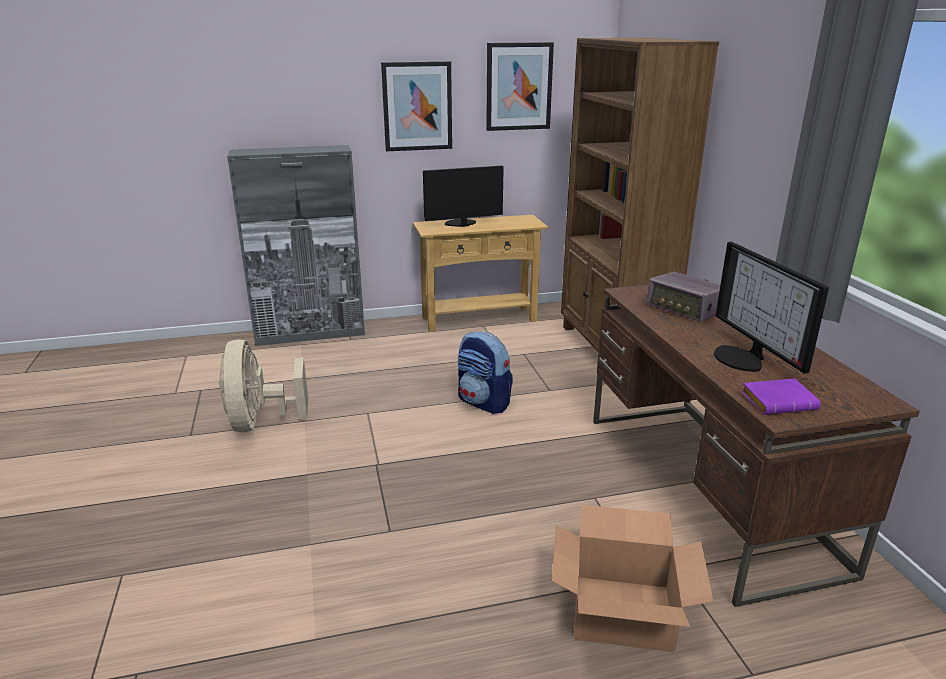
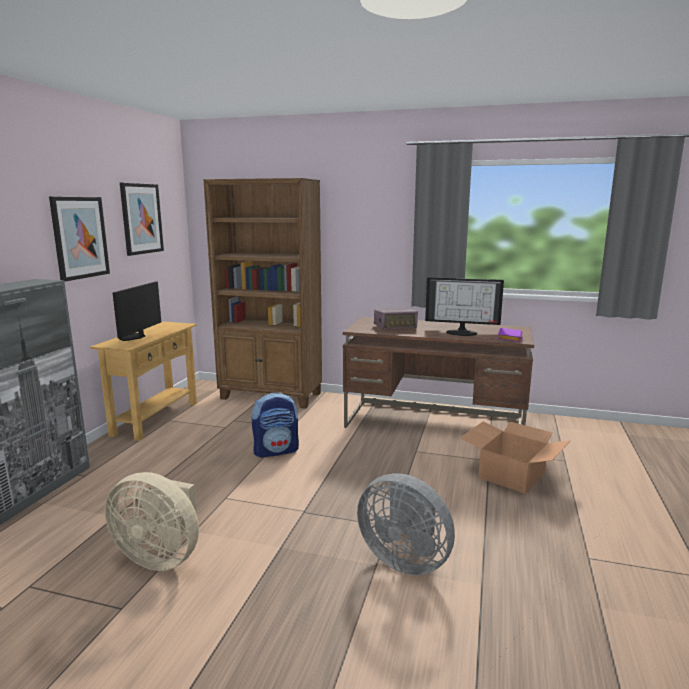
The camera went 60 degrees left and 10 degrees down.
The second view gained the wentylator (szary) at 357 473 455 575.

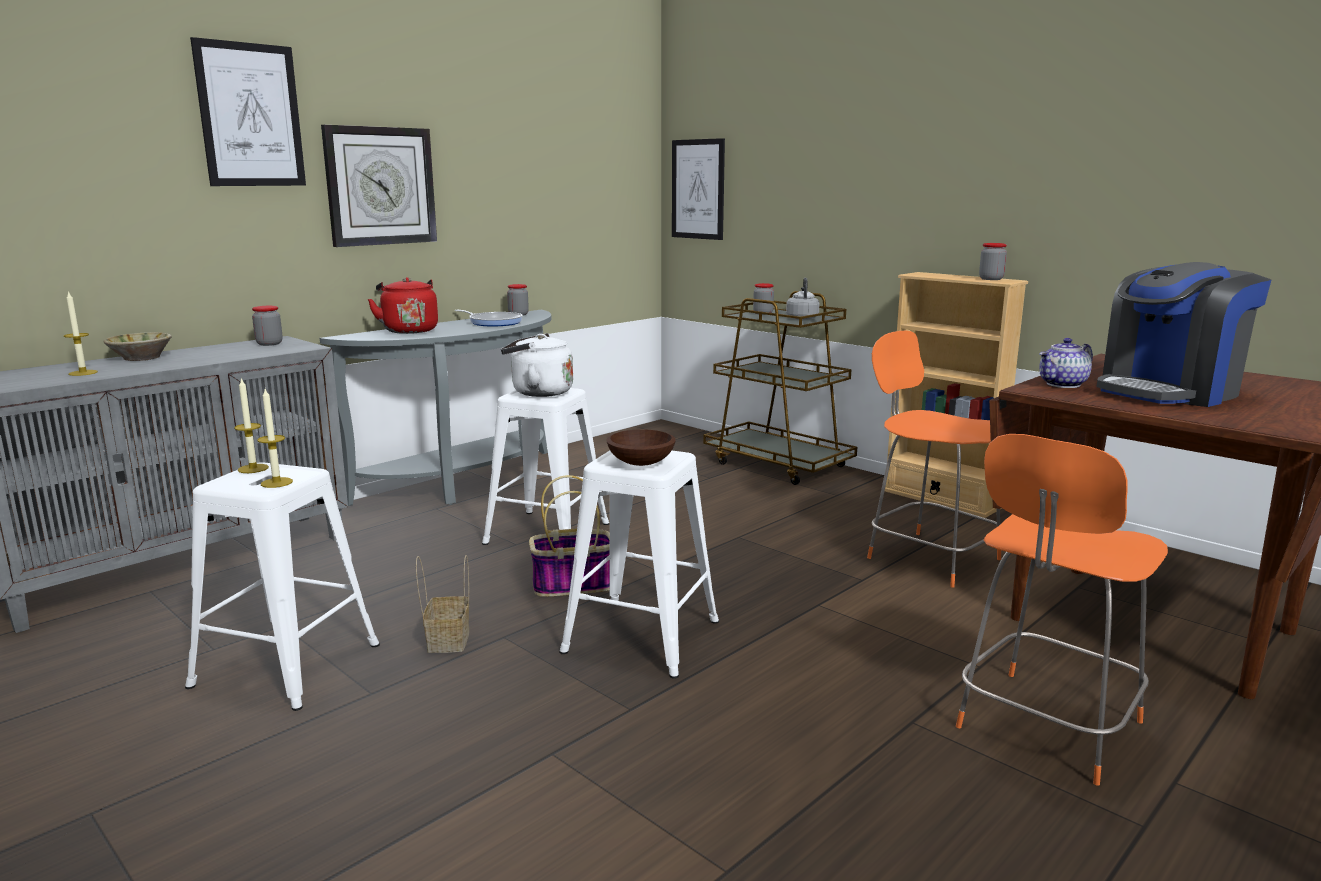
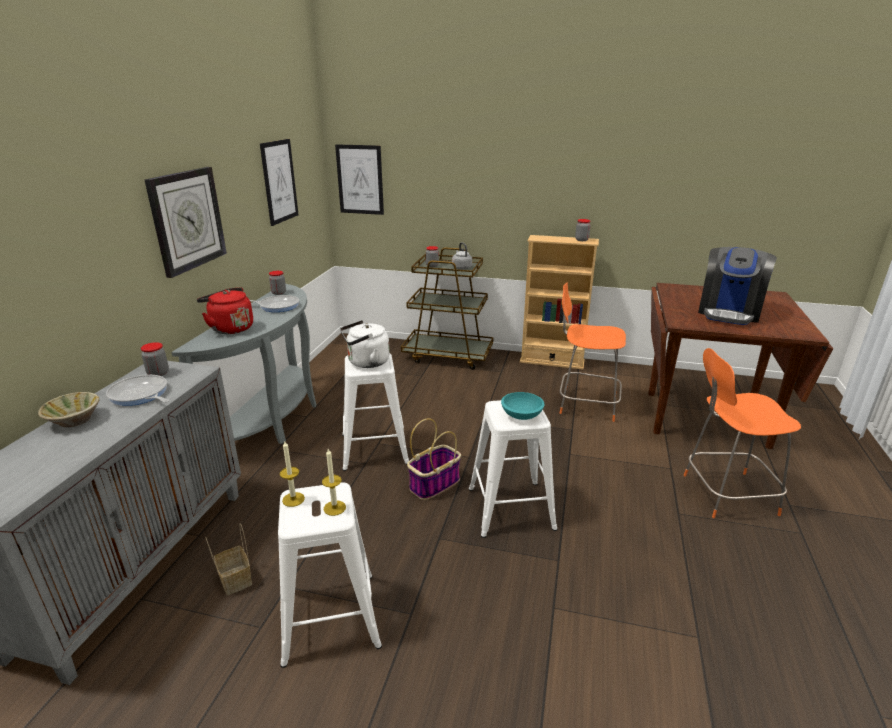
The camera went 30 degrees left and 10 degrees up.
The second view lost the świeca at 64 291 98 376.
The obraz ended up elsewhere, having gone from 190 37 306 186 to 260 139 298 226.
The koszyk ended up elsewhere, having gone from 416 555 469 653 to 205 523 252 595.
What was the miska (brązowy) at 606 429 676 466 turned into the miska (turkusowy) at 501 392 545 420.
The krzesło (pomarańczowy) at 956 434 1168 786 ended up facing another way, 75 degrees clockwise from before.
The second view lost the imbryk at 1039 338 1093 388.
The second view gained the patelnia at 106 375 169 406.

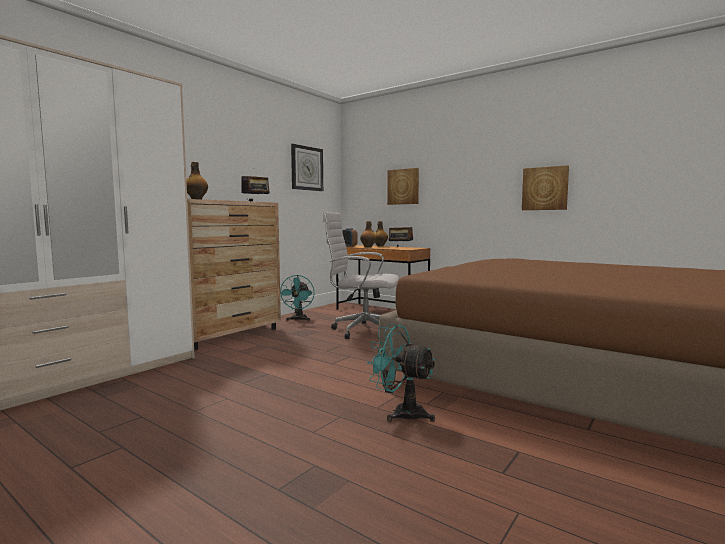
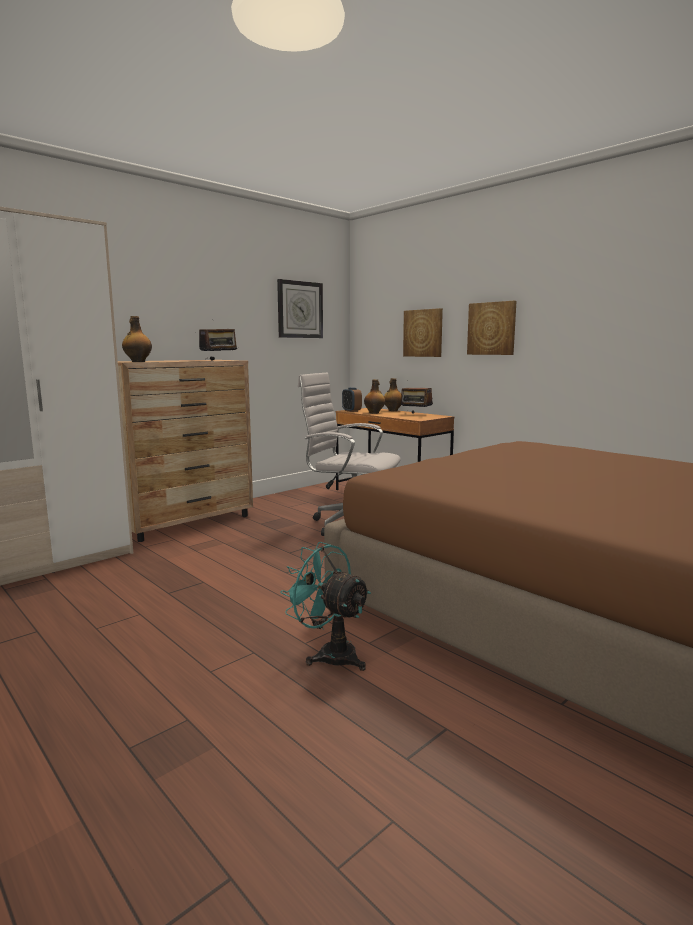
The camera went 10 degrees right and 5 degrees up.
The second view lost the wentylator (turkusowy) at 280 275 315 321.
The obraz ended up elsewhere, having gone from 522 165 569 210 to 467 301 516 355.

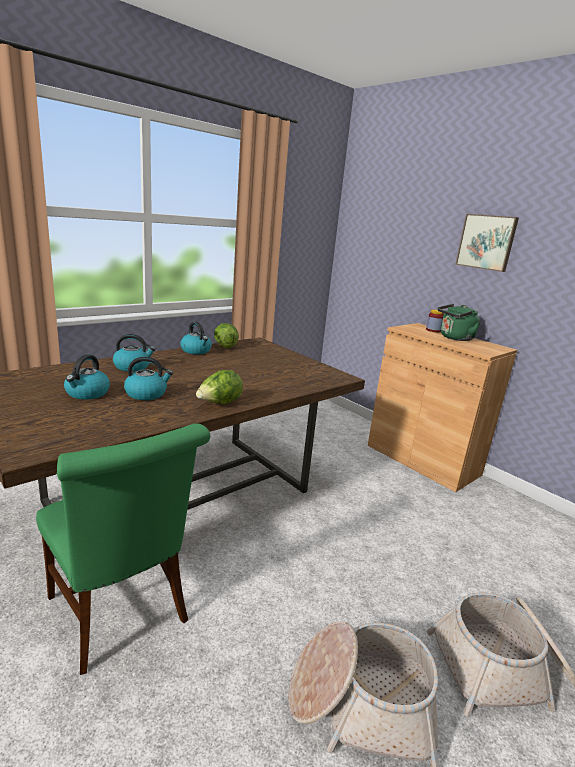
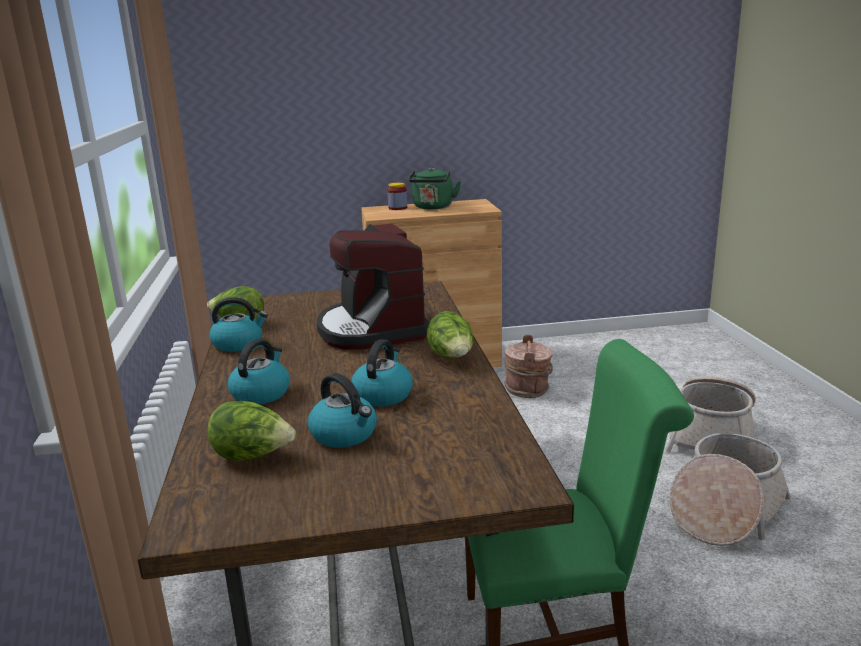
The camera went 55 degrees left and 0 degrees up.
The second view lost the obraz at 455 214 519 272.
The second view gained the sałata at 208 401 296 461.
The second view gained the ekspres do kawy at 316 224 430 350.
The second view gained the wiadro (brązowy) at 504 335 553 398.

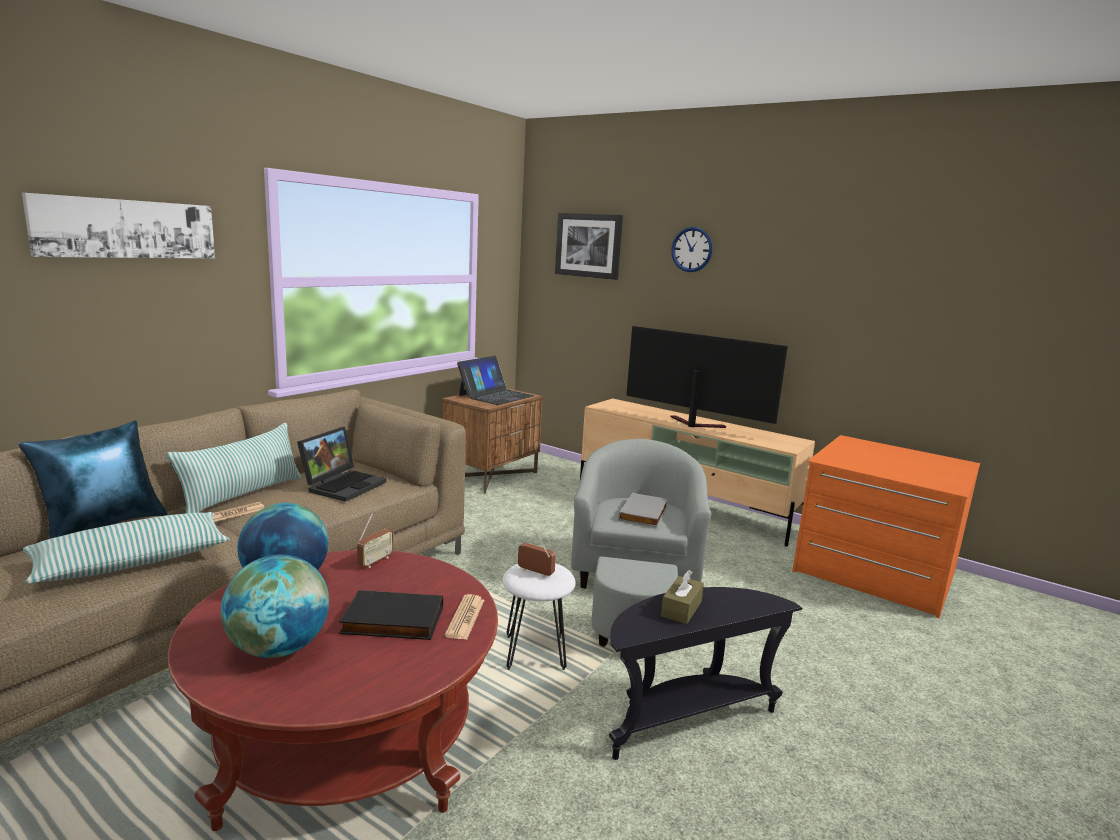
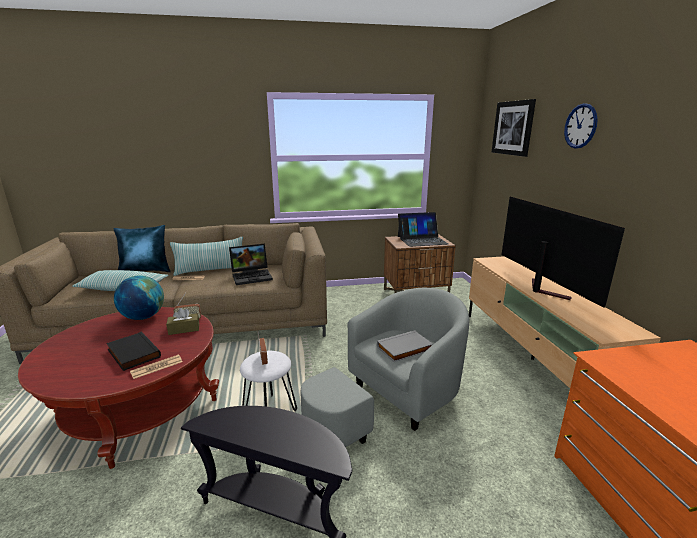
The camera went 45 degrees right and 5 degrees up.
The second view lost the obraz at 22 193 215 259.
The second view lost the globus at 221 554 329 658.
The pudełko chusteczek (brązowy) ended up elsewhere, having gone from 661 570 704 624 to 166 308 199 335.

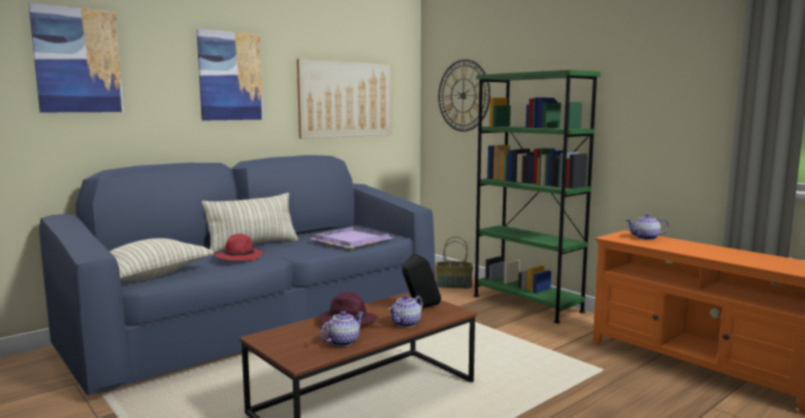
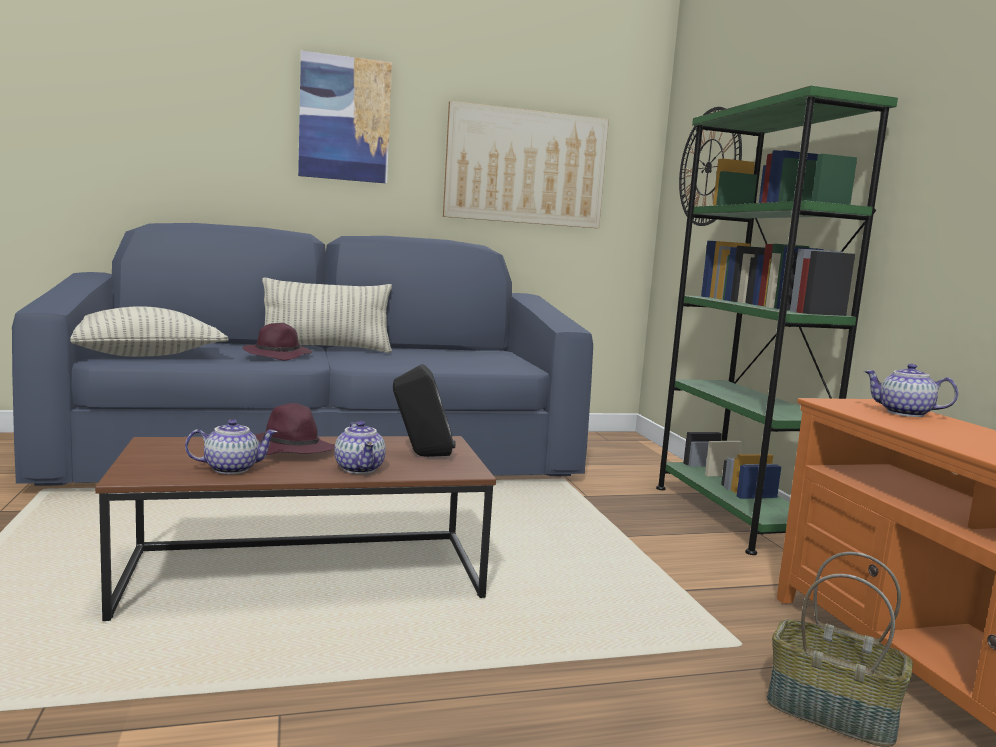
The camera went 25 degrees right and 0 degrees up.
The second view lost the obraz at 29 3 124 112.
What was the kapelusz (czerwony) at 215 234 263 261 turned into the kapelusz (fioletowy) at 243 323 312 360.
The second view lost the taca (fioletowy) at 309 227 393 249.
The imbryk at 388 295 423 328 ended up facing another way, 90 degrees counterclockwise from before.
The koszyk ended up elsewhere, having gone from 436 236 473 288 to 767 552 913 747.

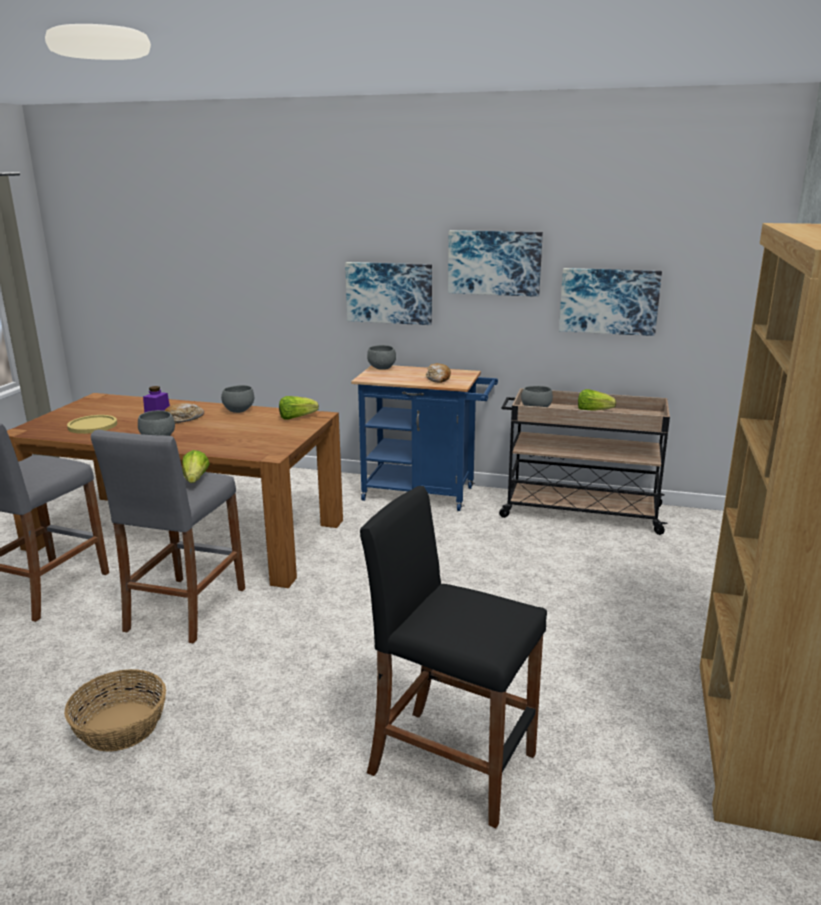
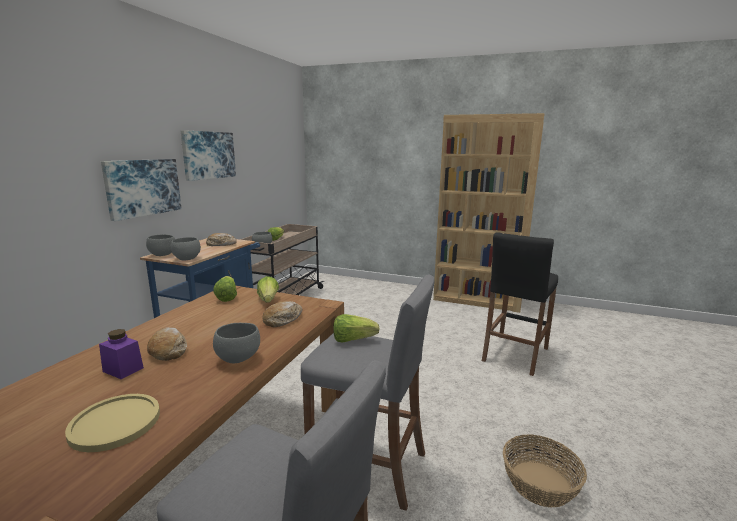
The camera went 85 degrees left and 5 degrees down.
The miska (szary) ended up elsewhere, having gone from 221 385 254 413 to 171 237 201 260.
The second view lost the obraz at 559 268 662 336.
The second view gained the sałata at 257 276 279 303.
The second view gained the chleb at 262 301 302 327.

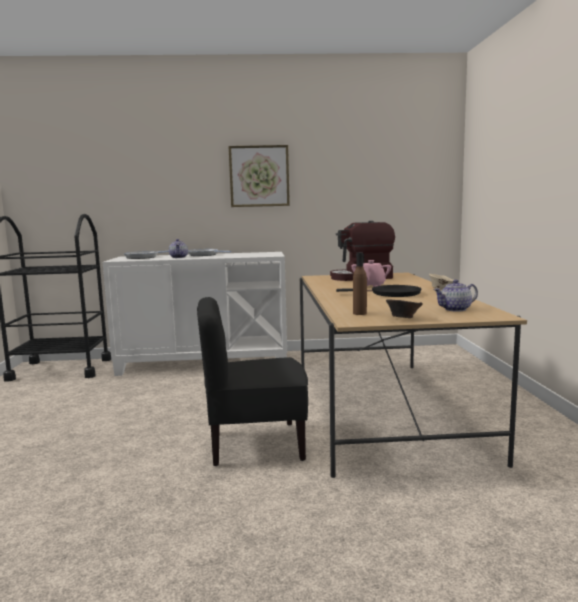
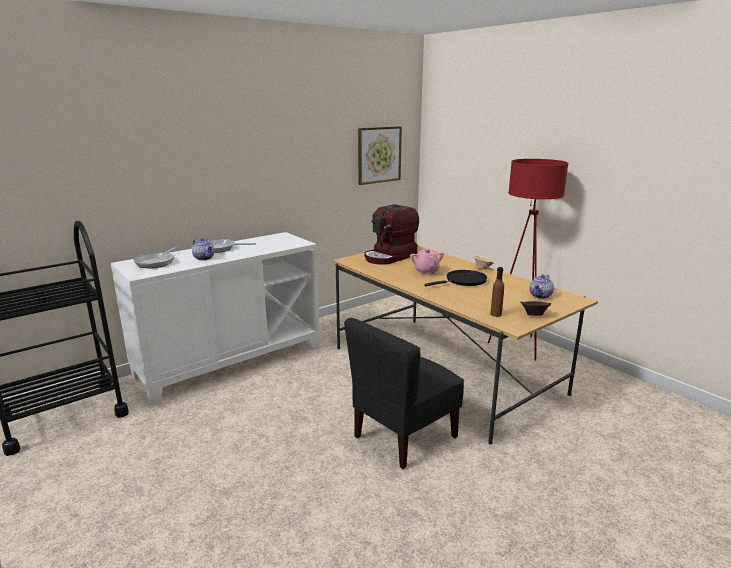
The camera went 35 degrees left and 10 degrees up.
The obraz ended up elsewhere, having gone from 229 145 290 207 to 358 126 402 185.
The second view gained the lampa stojąca (czerwony) at 488 159 569 361.

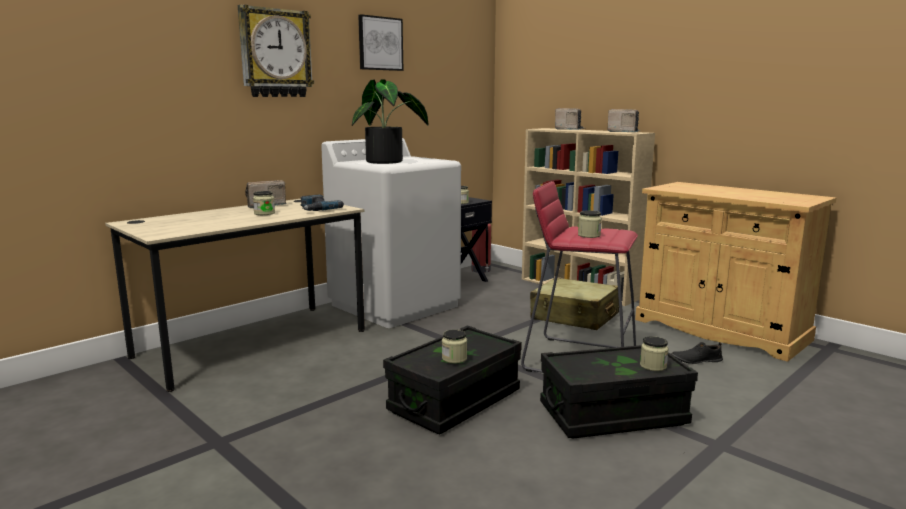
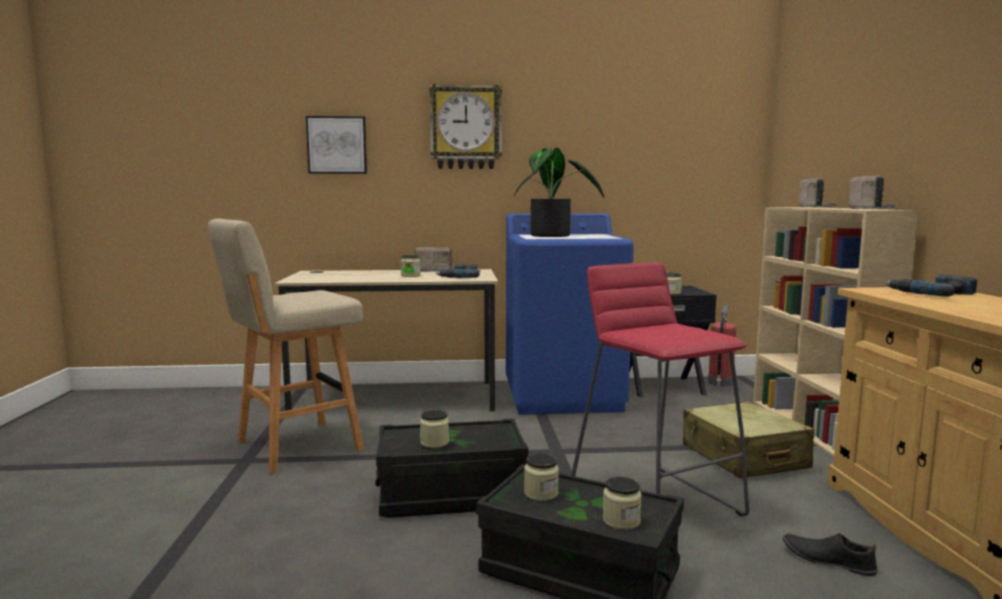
The camera went 40 degrees right and 5 degrees down.
What was the pralka (biały) at 321 138 461 328 turned into the pralka (niebieski) at 506 213 634 415.
The obraz ended up elsewhere, having gone from 358 14 404 71 to 306 116 367 174.
The słoik ended up elsewhere, having gone from 578 210 602 238 to 524 453 559 501.
The second view gained the stołek (beżowy) at 208 219 364 474.
The second view gained the wiertarka at 885 275 977 297.

